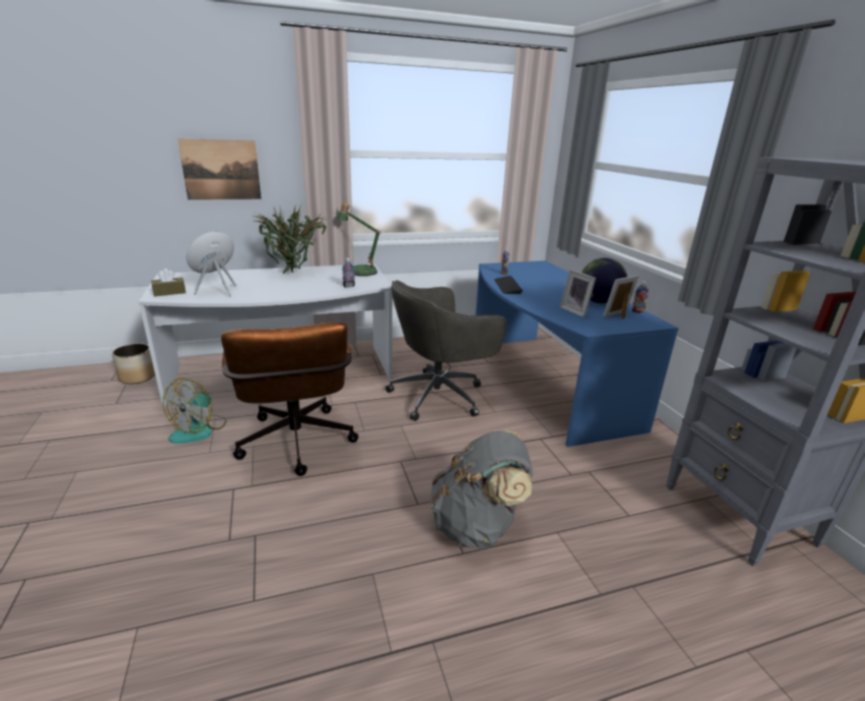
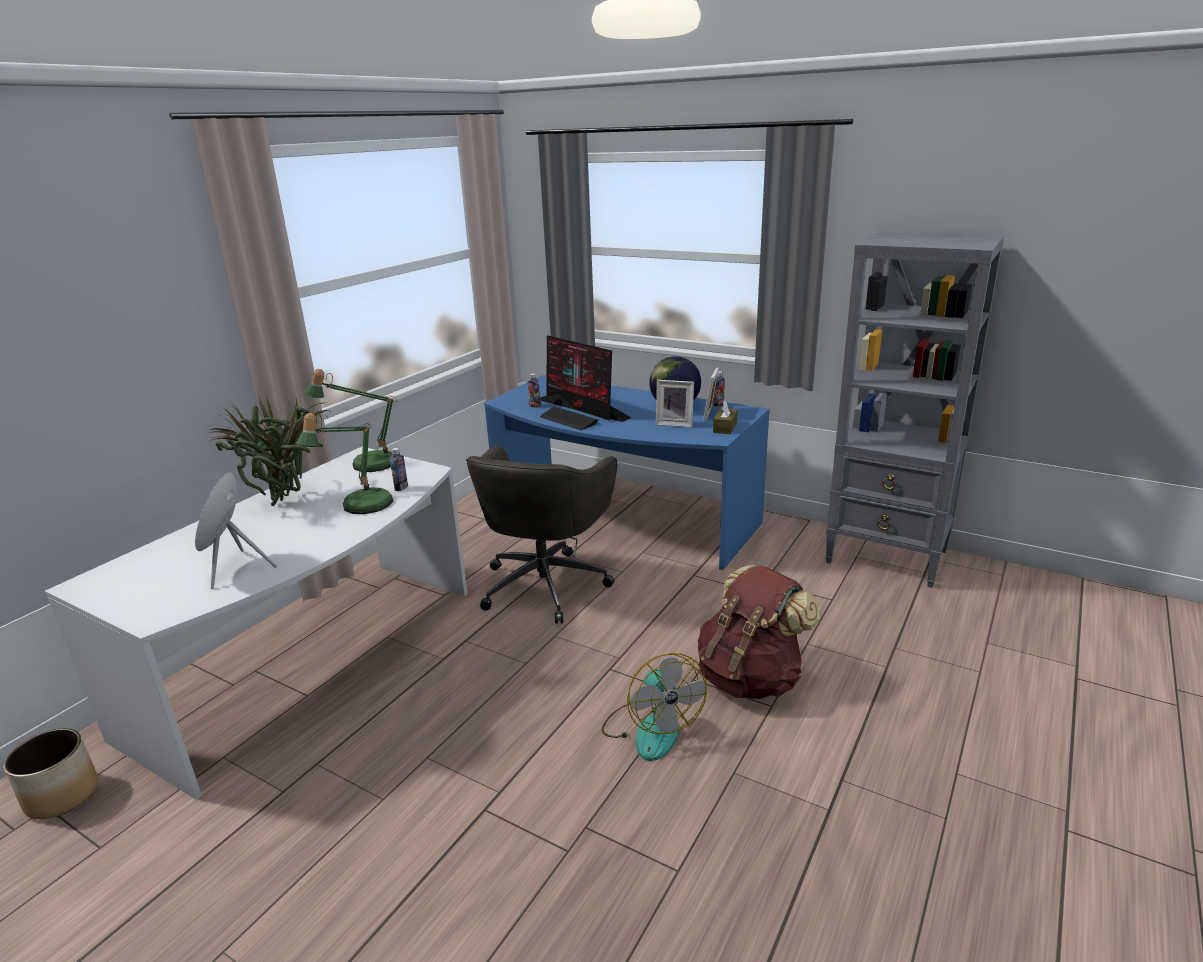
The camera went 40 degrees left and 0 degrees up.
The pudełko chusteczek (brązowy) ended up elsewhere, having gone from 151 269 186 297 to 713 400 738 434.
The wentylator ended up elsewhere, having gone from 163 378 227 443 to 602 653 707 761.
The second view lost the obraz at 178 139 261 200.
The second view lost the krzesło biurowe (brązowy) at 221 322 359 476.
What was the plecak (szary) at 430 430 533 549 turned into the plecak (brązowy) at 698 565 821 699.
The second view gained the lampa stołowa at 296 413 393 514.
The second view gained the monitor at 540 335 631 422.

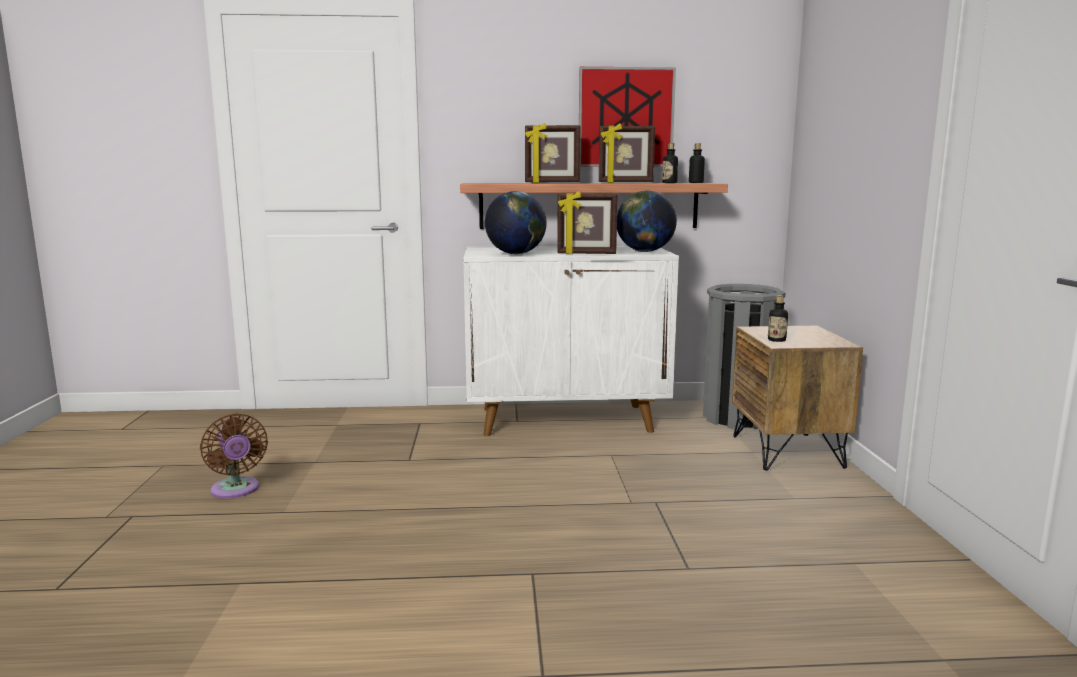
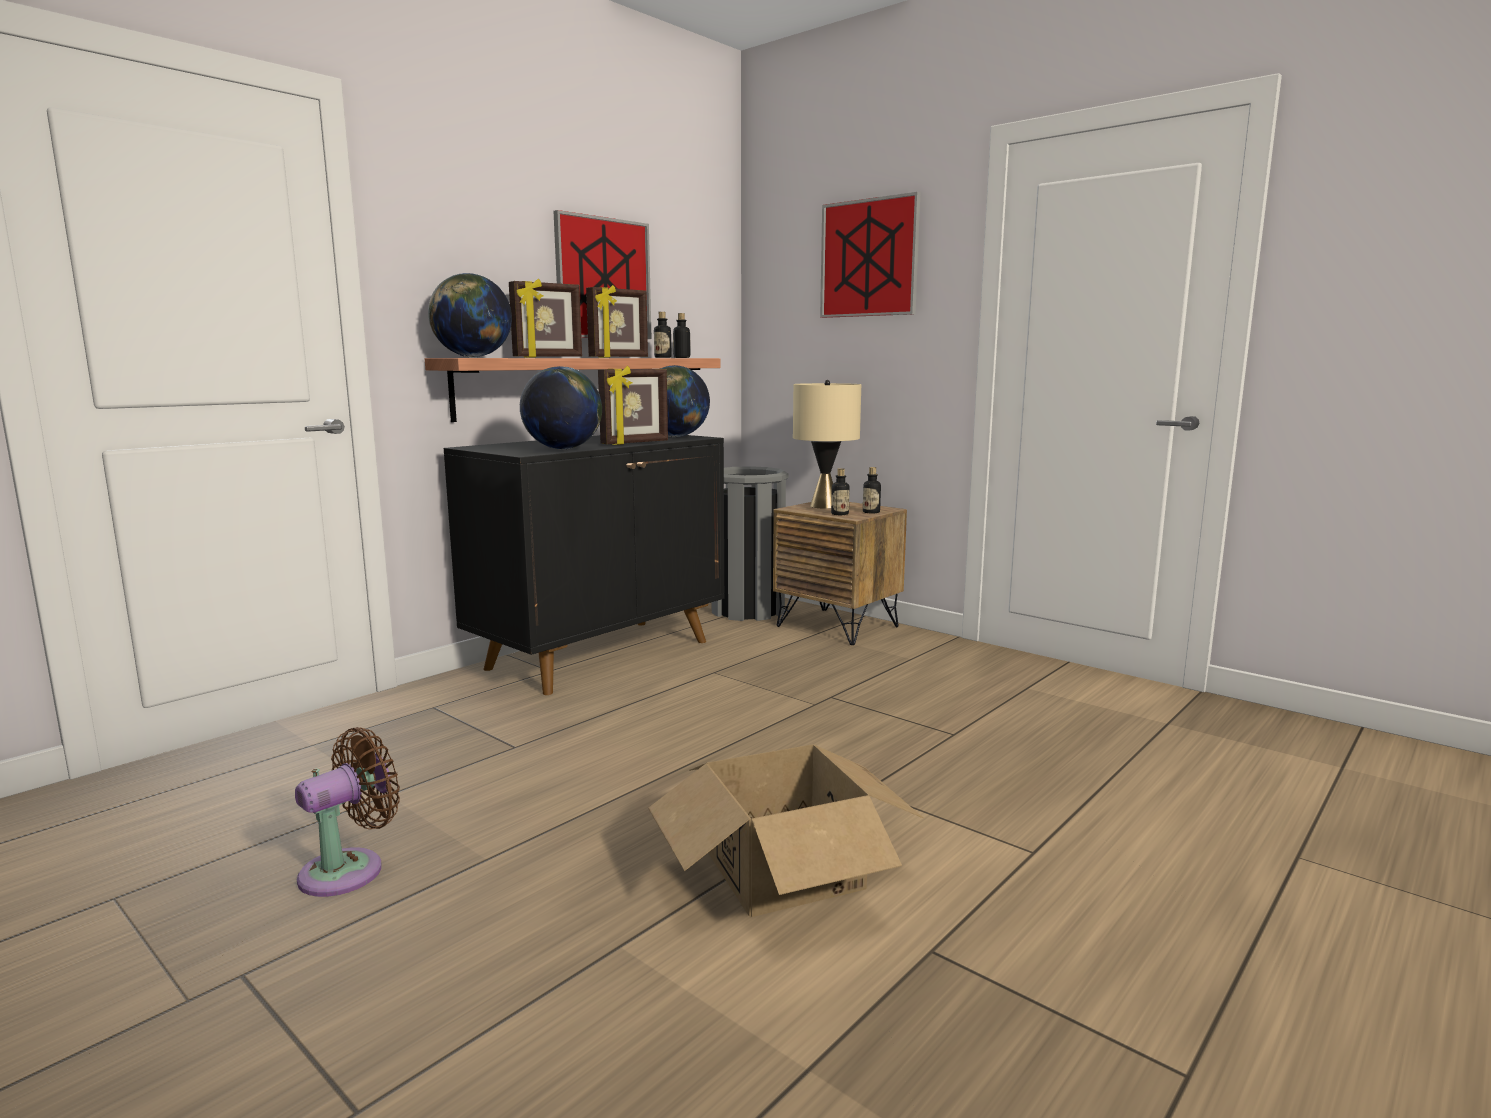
The camera went 45 degrees left and 0 degrees up.
The wentylator (brązowy) at 200 413 268 499 ended up facing another way, 60 degrees counterclockwise from before.
What was the szafka (biały) at 463 246 679 436 turned into the szafka (czarny) at 444 435 724 695.
The second view gained the globus at 428 273 512 358.
The second view gained the karton at 648 744 924 917.
The second view gained the lampa stołowa (beżowy) at 793 380 861 509.
The second view gained the obraz at 820 192 920 318.
The second view gained the butelka at 863 467 881 514.

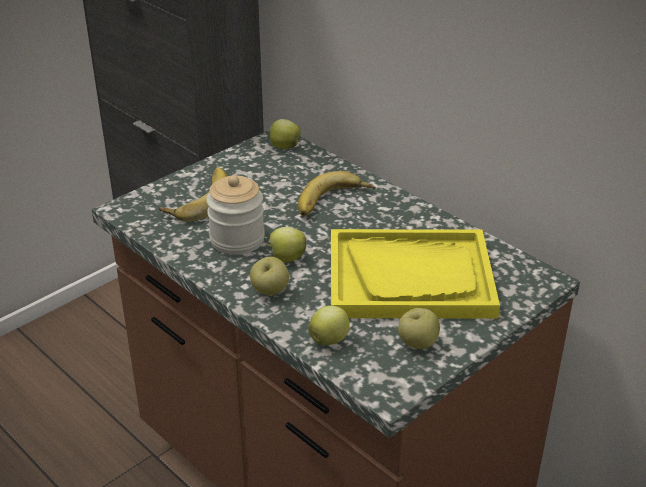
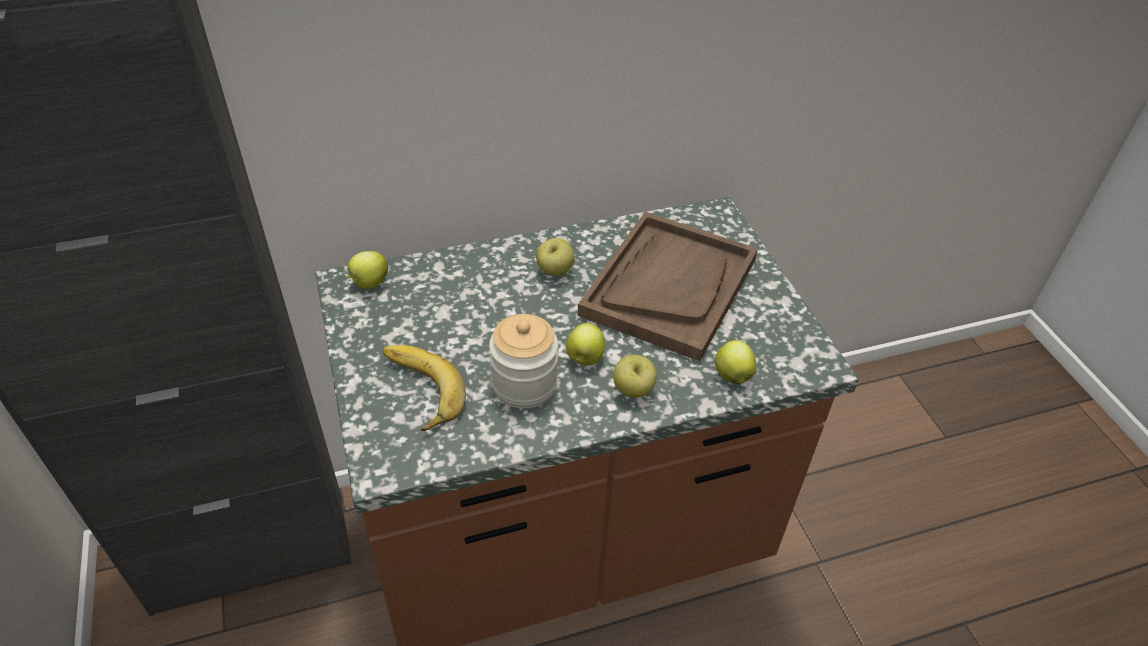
The camera went 65 degrees left and 10 degrees up.
The second view lost the banan at 298 171 376 216.
What was the taca (żółty) at 331 229 500 319 turned into the taca (brązowy) at 577 212 758 361.
The jabłko ended up elsewhere, having gone from 398 308 440 349 to 536 238 575 276.

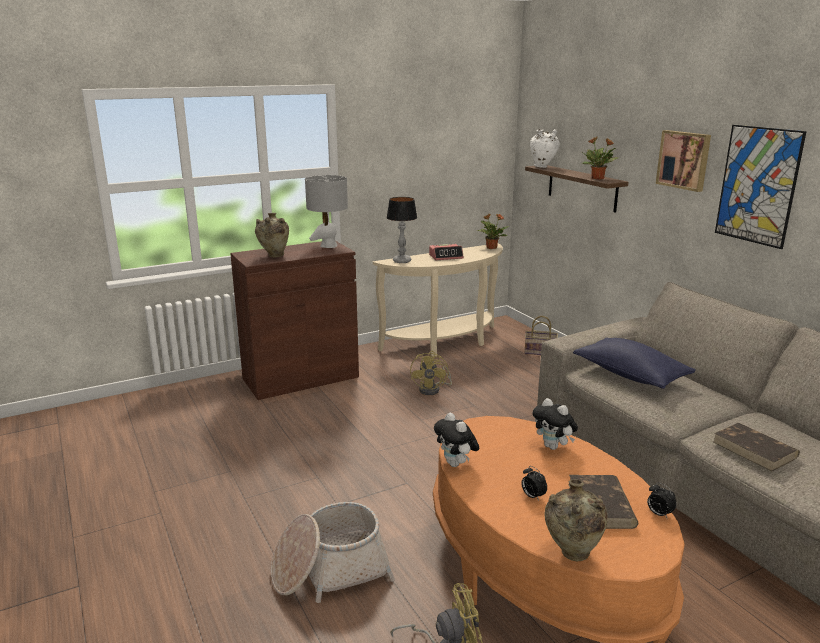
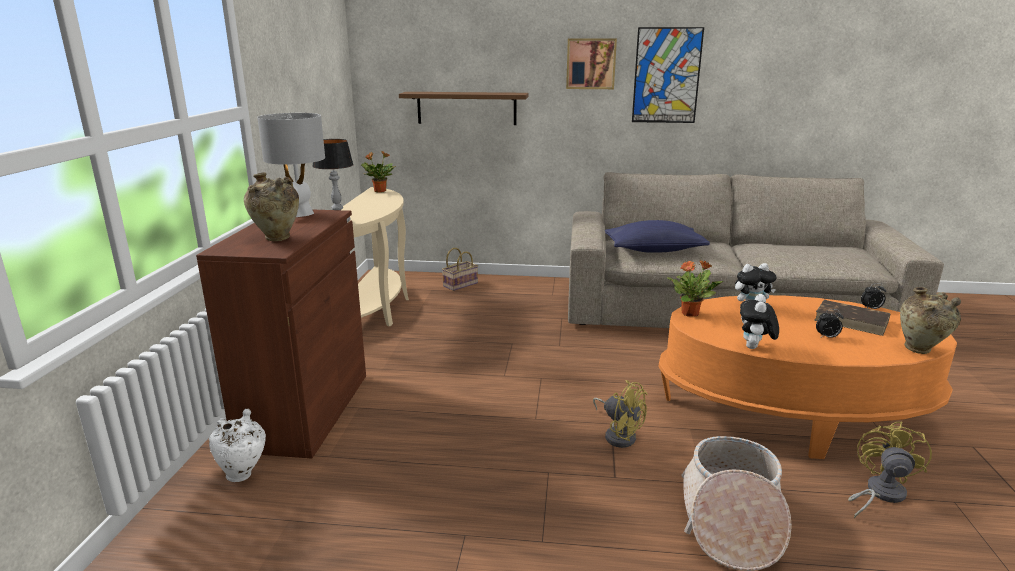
The camera went 55 degrees left and 0 degrees up.
The wentylator (żółty) ended up elsewhere, having gone from 410 351 452 395 to 593 380 648 448.
The second view lost the budzik at 429 244 464 260.
The pluszak at 434 413 479 467 ended up facing another way, 105 degrees clockwise from before.
The wazon (biały) ended up elsewhere, having gone from 530 129 560 168 to 209 409 266 482.
The roślina doniczkowa ended up elsewhere, having gone from 582 137 618 180 to 667 260 723 317.
The second view lost the książka (brązowy) at 713 423 800 471.

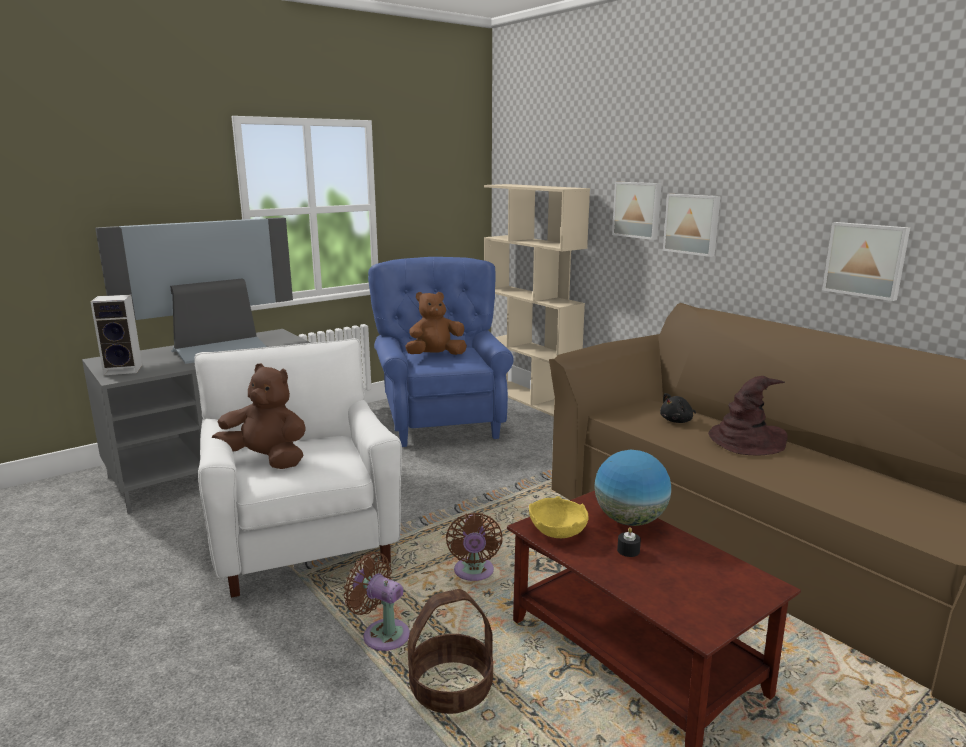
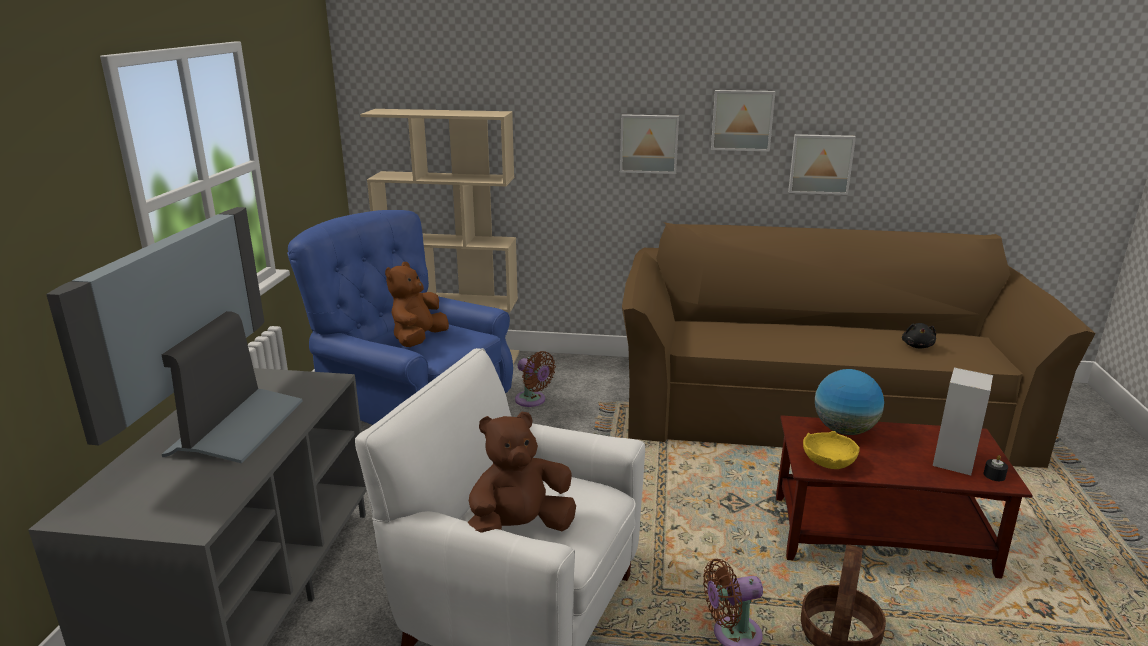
The camera went 45 degrees left and 5 degrees up.
The głośnik ended up elsewhere, having gone from 91 295 142 376 to 933 367 993 475.
The wentylator (brązowy) ended up elsewhere, having gone from 446 512 503 581 to 515 351 556 407.
The obraz ended up elsewhere, having gone from 612 182 662 240 to 711 90 775 151.
The świeca (czarny) ended up elsewhere, having gone from 617 527 641 557 to 984 455 1008 481.
The pluszak (czarny) ended up elsewhere, having gone from 660 393 696 423 to 902 323 936 348.
The second view lost the kapelusz (brązowy) at 708 376 788 455.

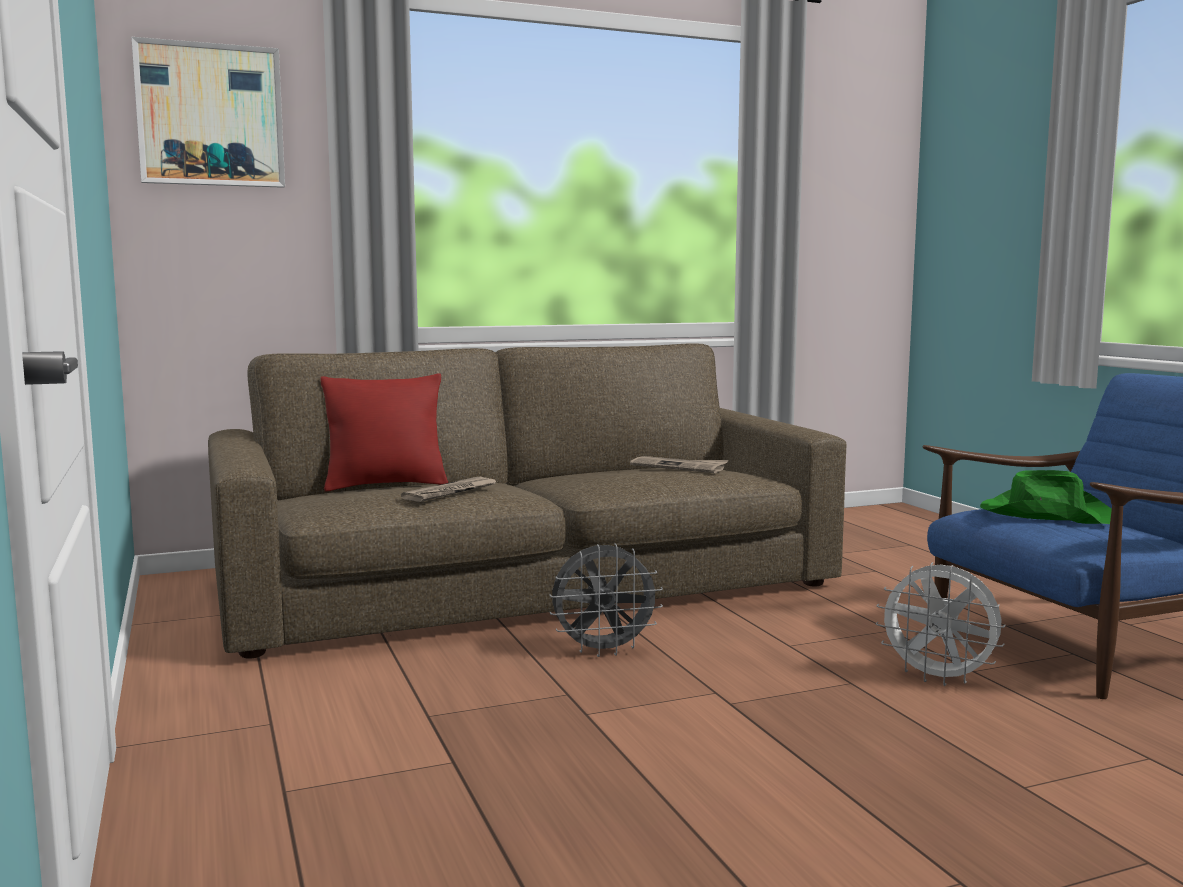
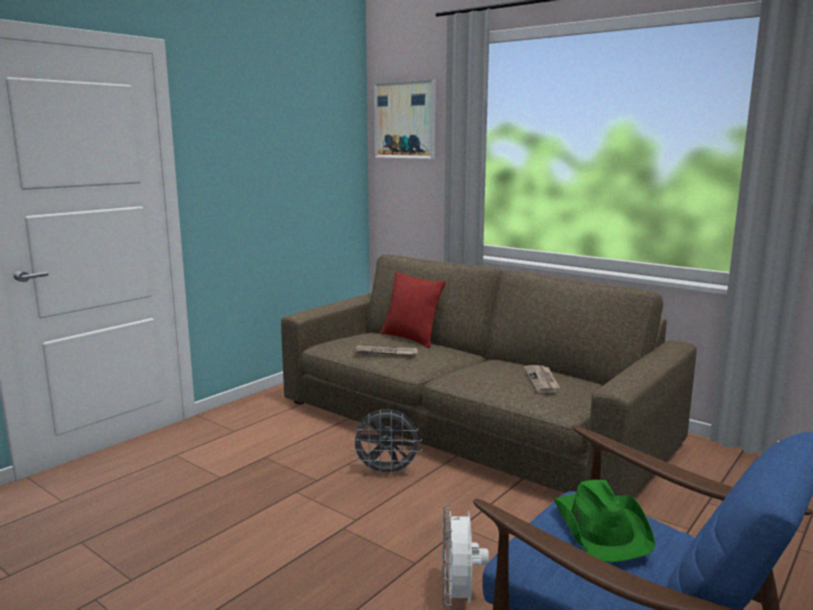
The camera went 60 degrees right and 5 degrees up.
The wentylator (szary) at 549 543 663 657 ended up facing another way, 45 degrees counterclockwise from before.

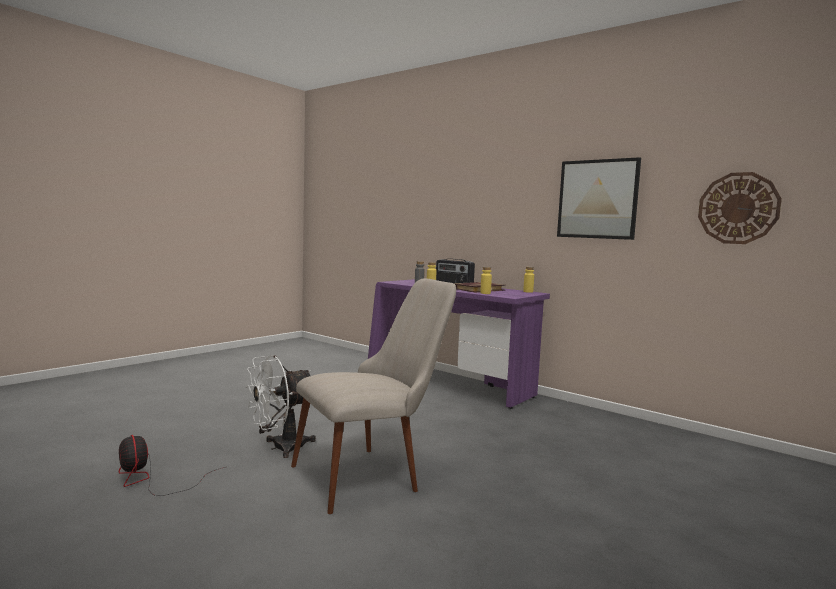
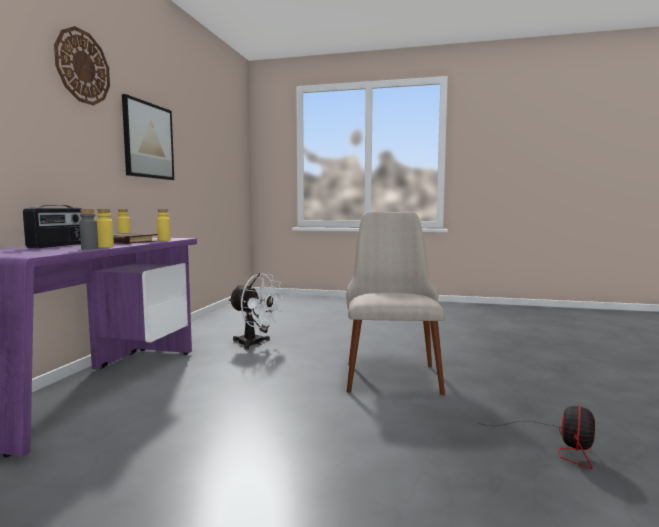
The camera went 115 degrees left and 0 degrees up.
The wentylator (biały) ended up elsewhere, having gone from 246 355 316 458 to 228 273 284 350.
The krzesło (beżowy) at 291 279 456 514 ended up facing another way, 60 degrees clockwise from before.
The zegar ścienny ended up elsewhere, having gone from 698 172 782 244 to 54 26 110 105.

